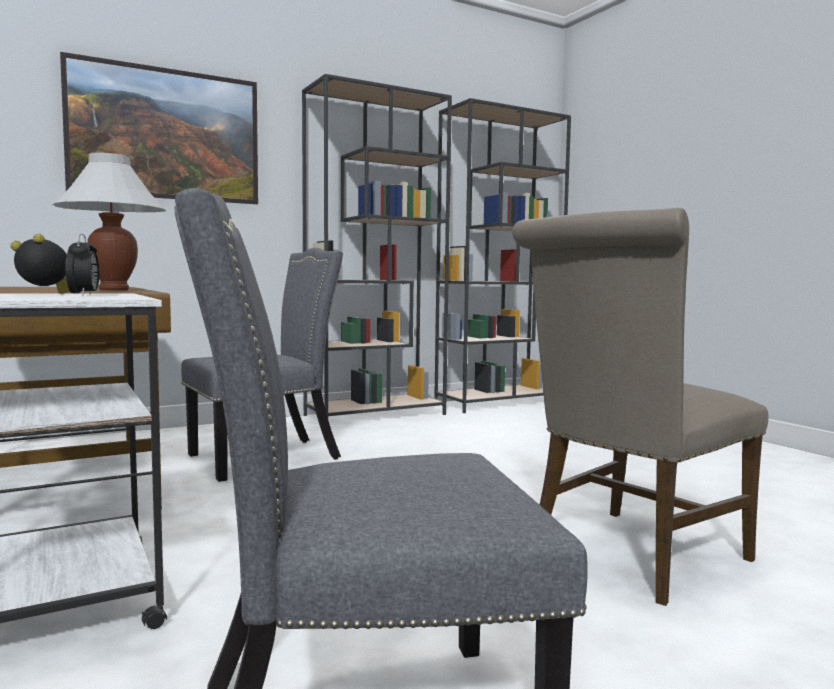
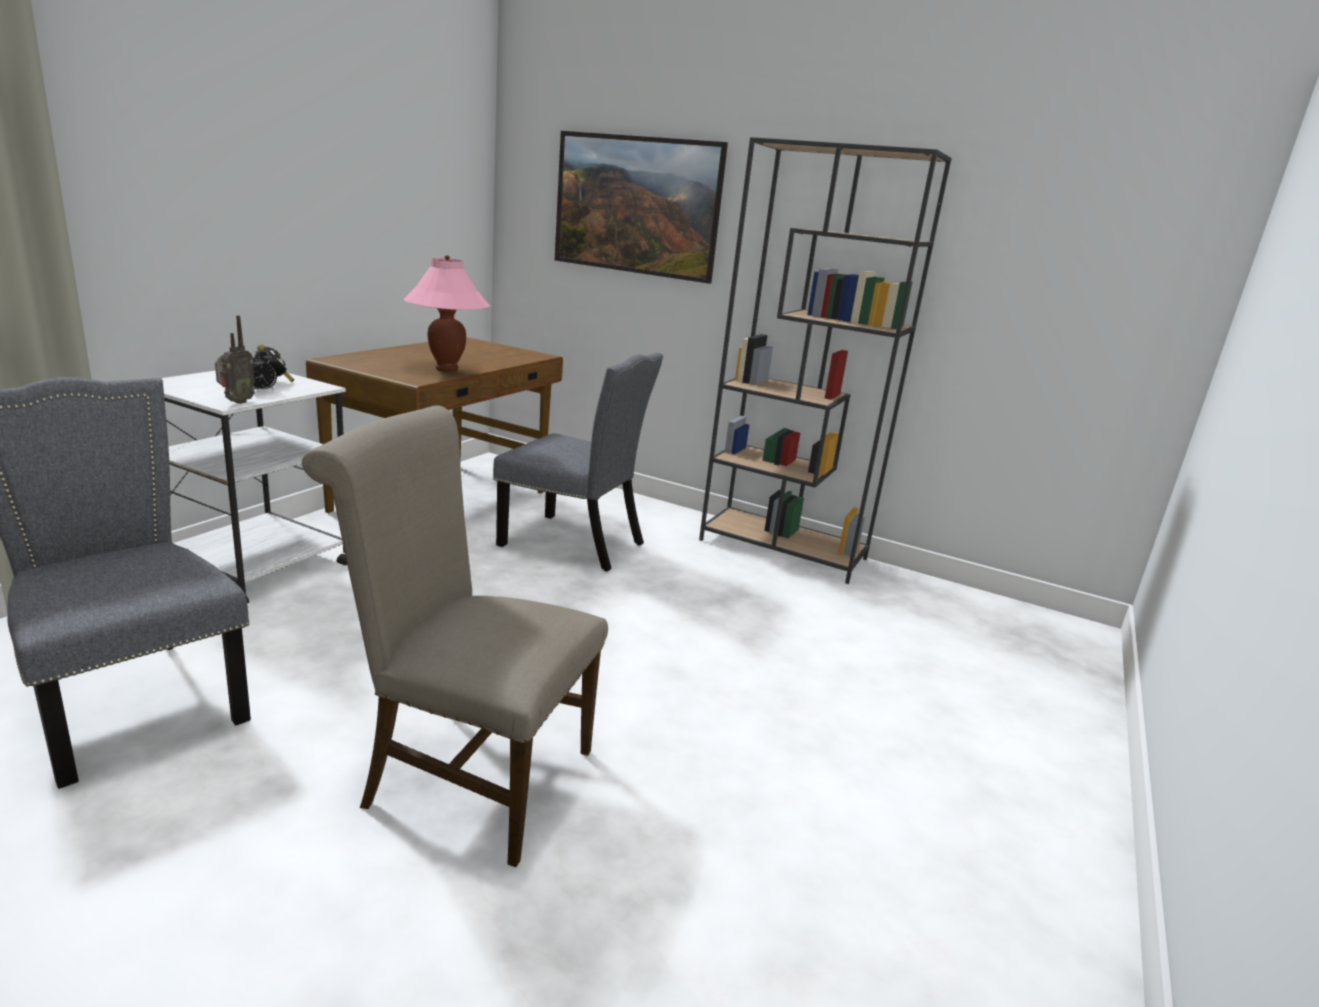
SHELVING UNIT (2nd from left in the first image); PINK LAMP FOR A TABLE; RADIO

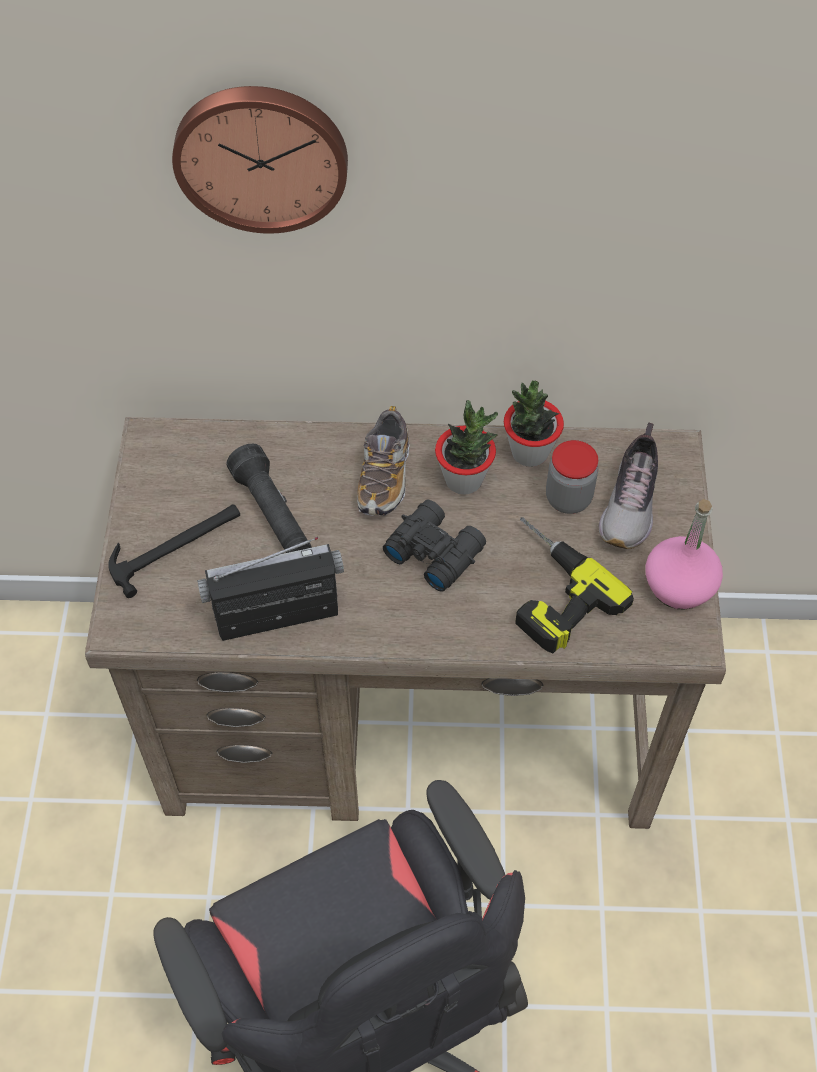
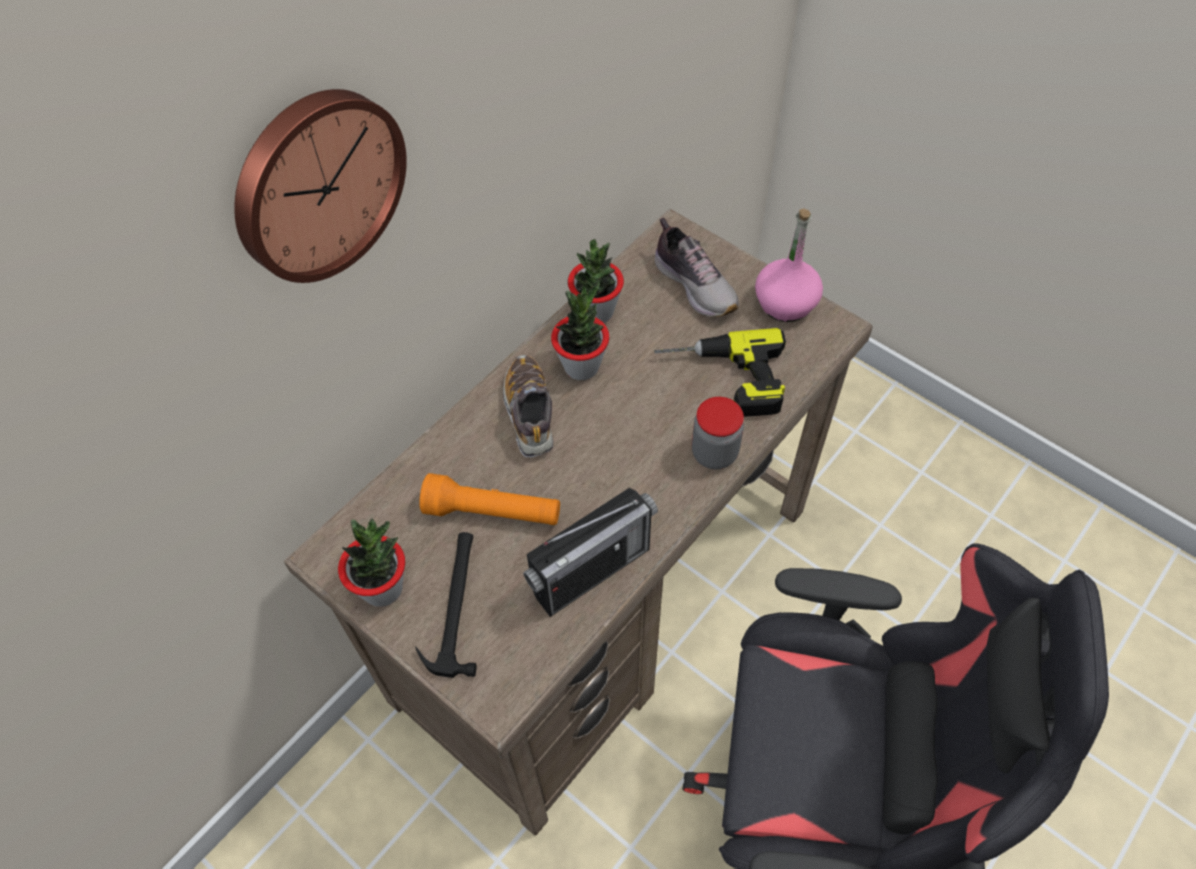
ITEM OF FOOTWEAR (1st from left); STORAGE JAR; ORANGE-COLOURED FLASHLIGHT; BLACKISH PAIR OF BINOCULARS; RADIO; PLANT IN A POT (1st from left)

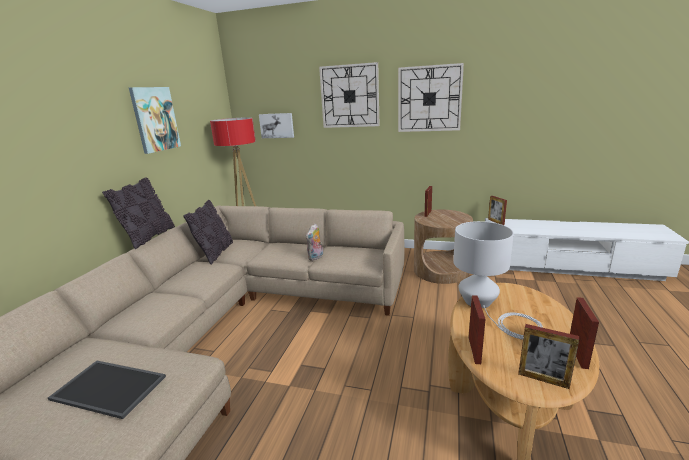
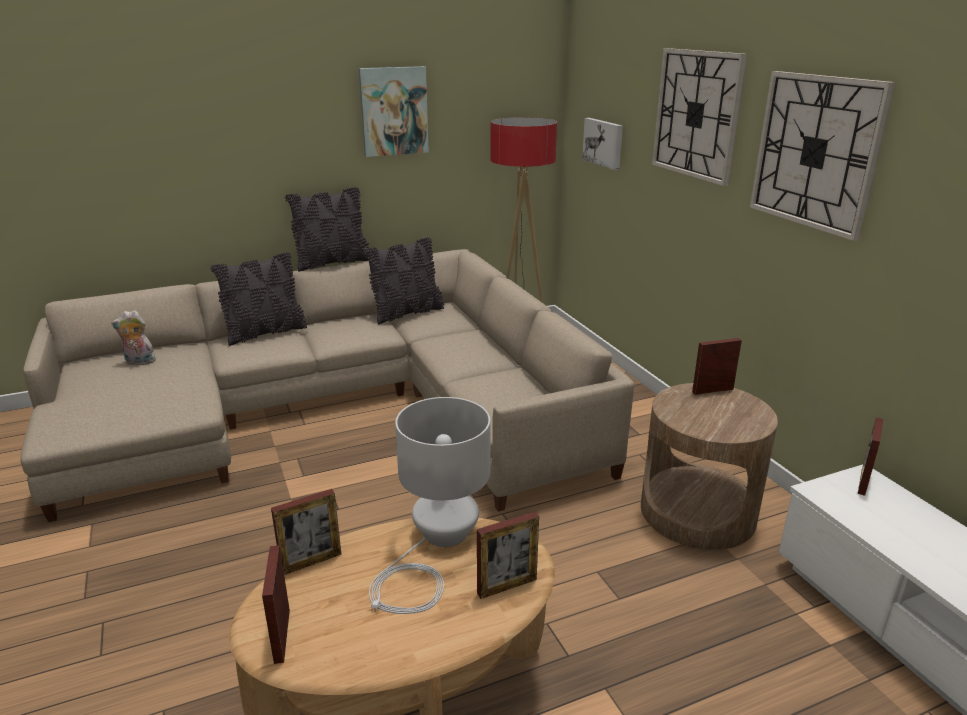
CUDDLY TOY; PICTURE FRAME (3rd from left); CARRYING TRAY; BLACKISH PILLOW (1st from left)

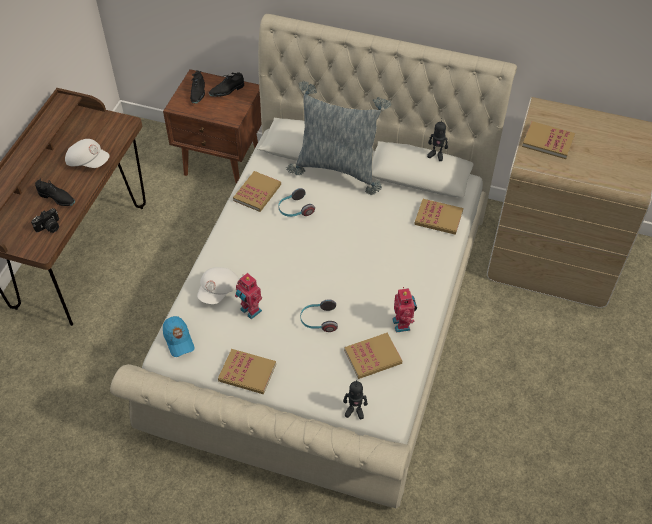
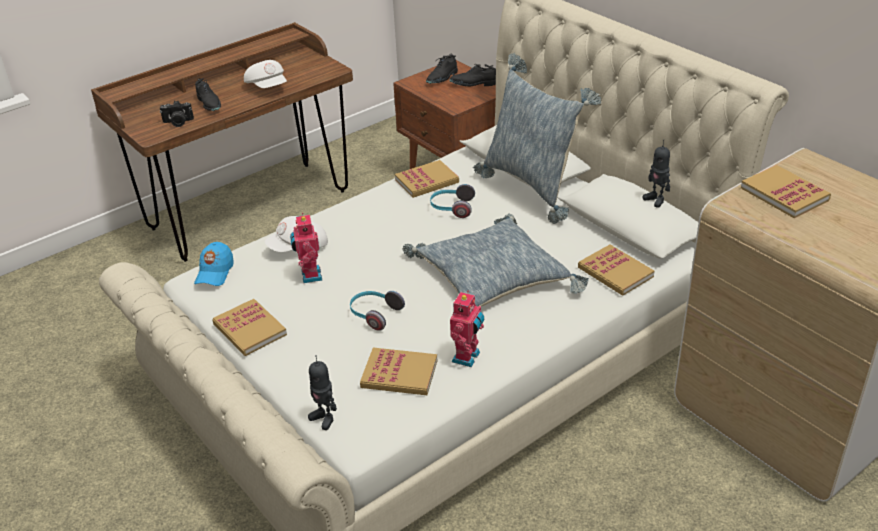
PILLOW (1st from left)

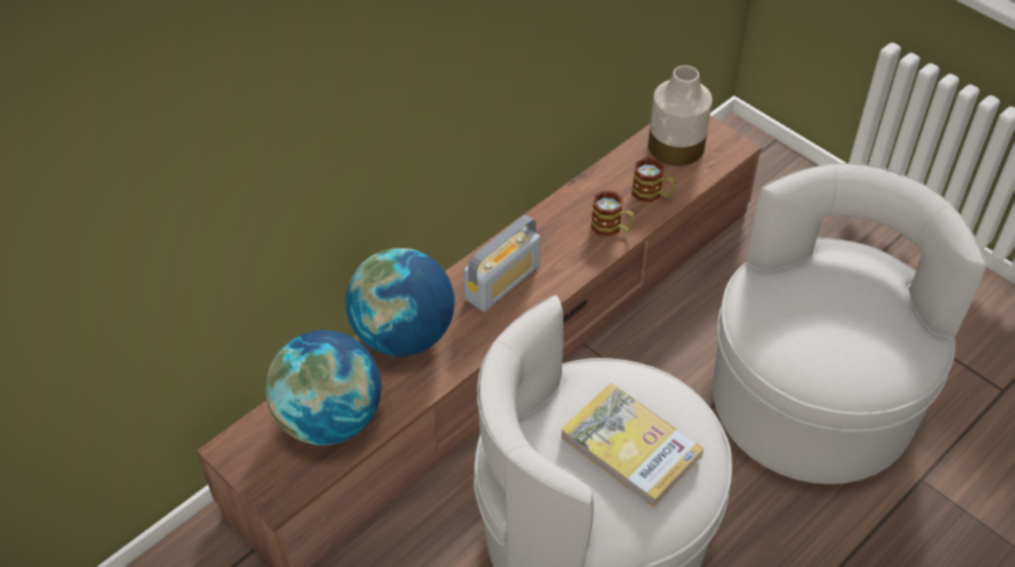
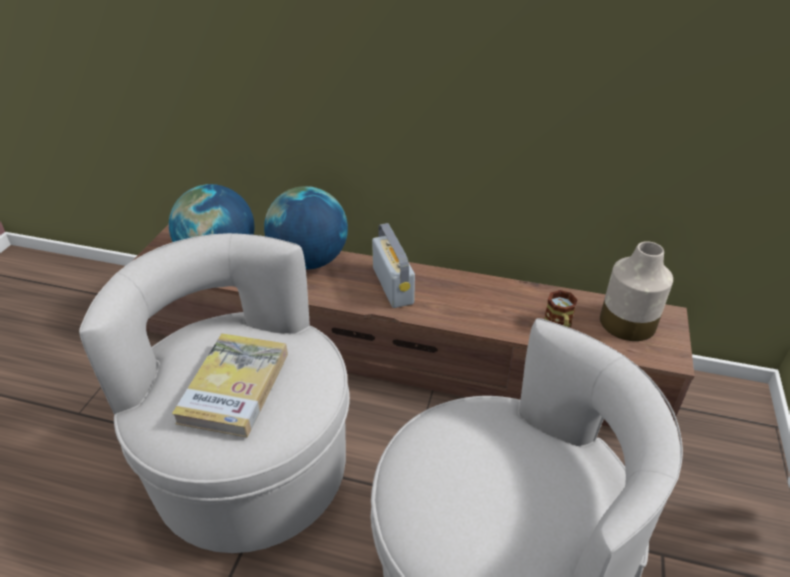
TEA MUG (1st from left in the first image); RADIO

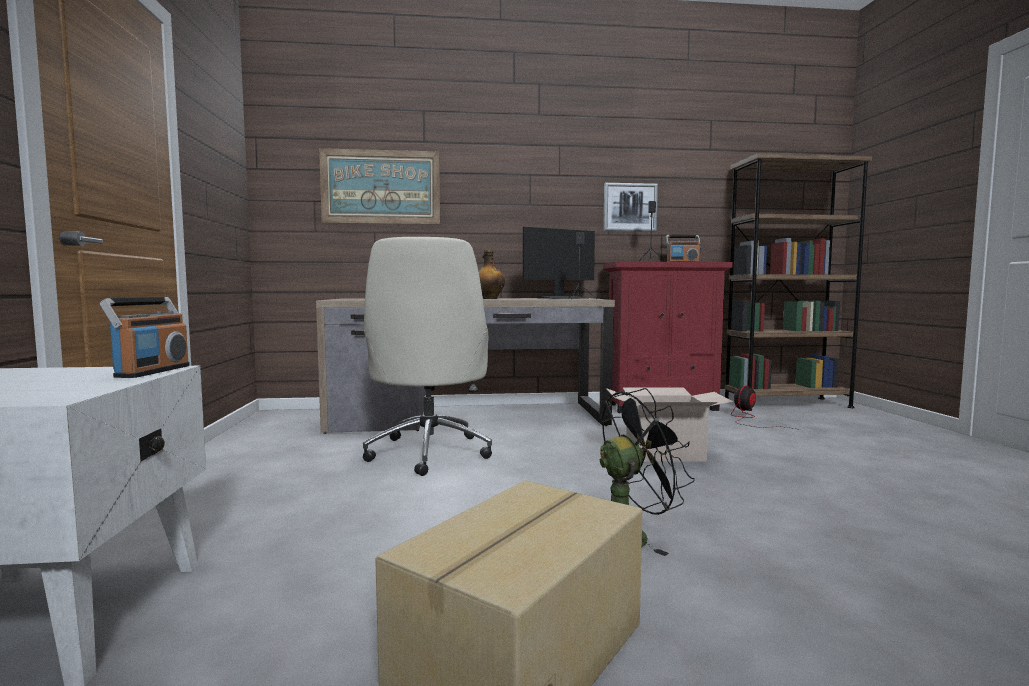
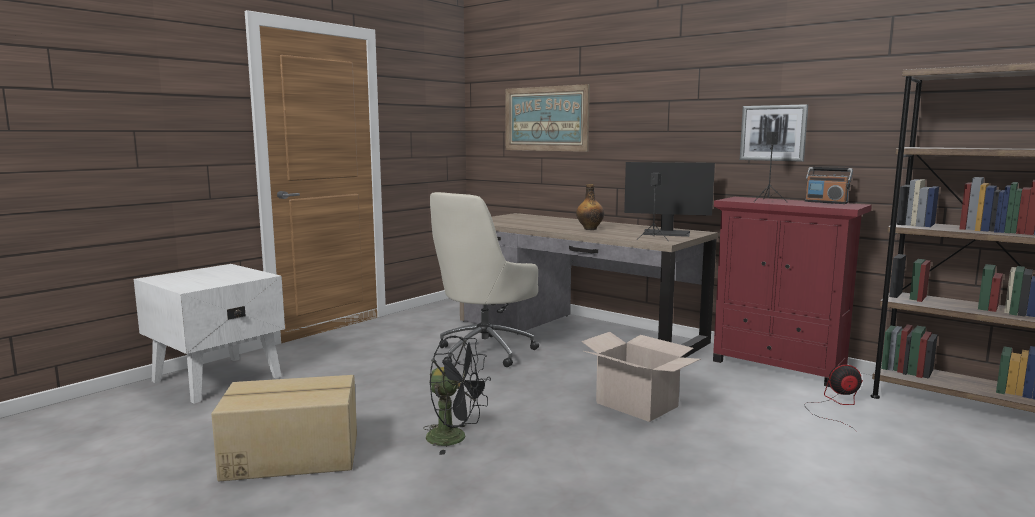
RADIO (1st from left in the first image)

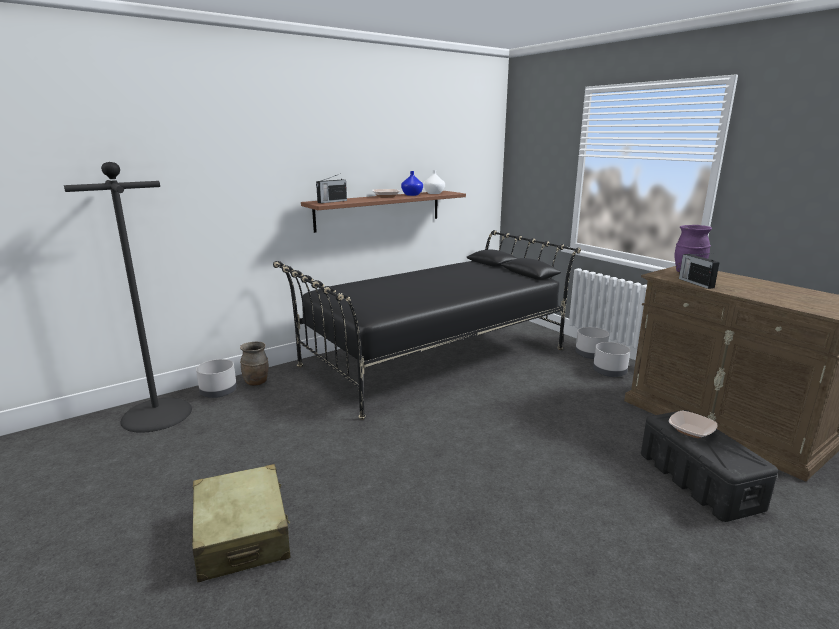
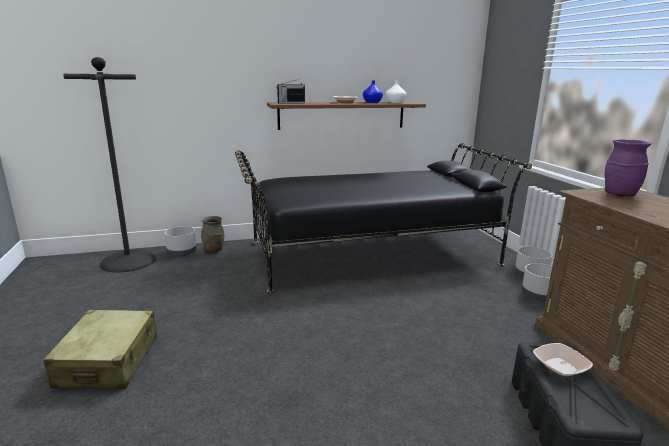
RADIO (2nd from left in the first image)

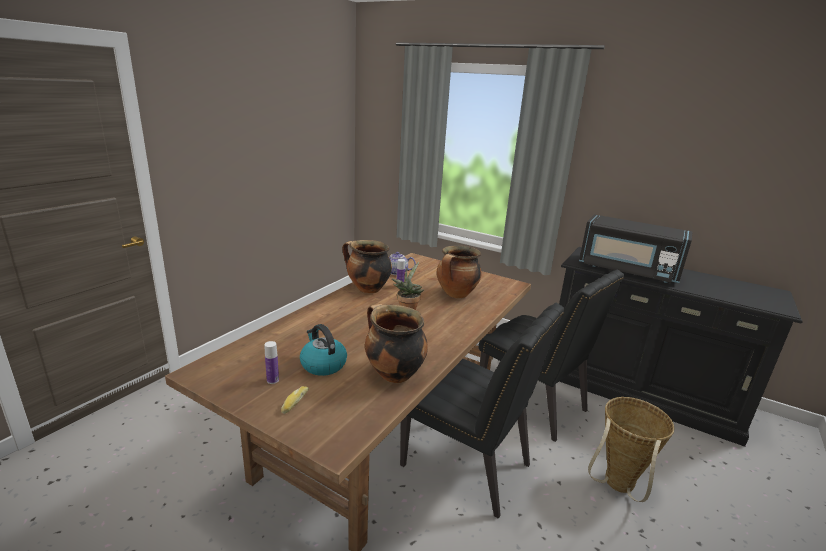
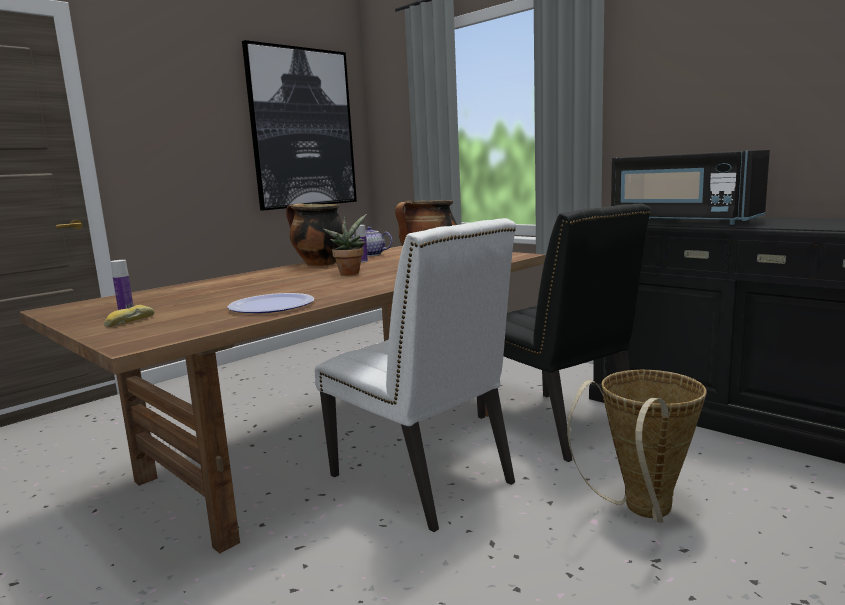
WHITISH UPRIGHT CHAIR; PLATE; TEA KETTLE; WALL PICTURE

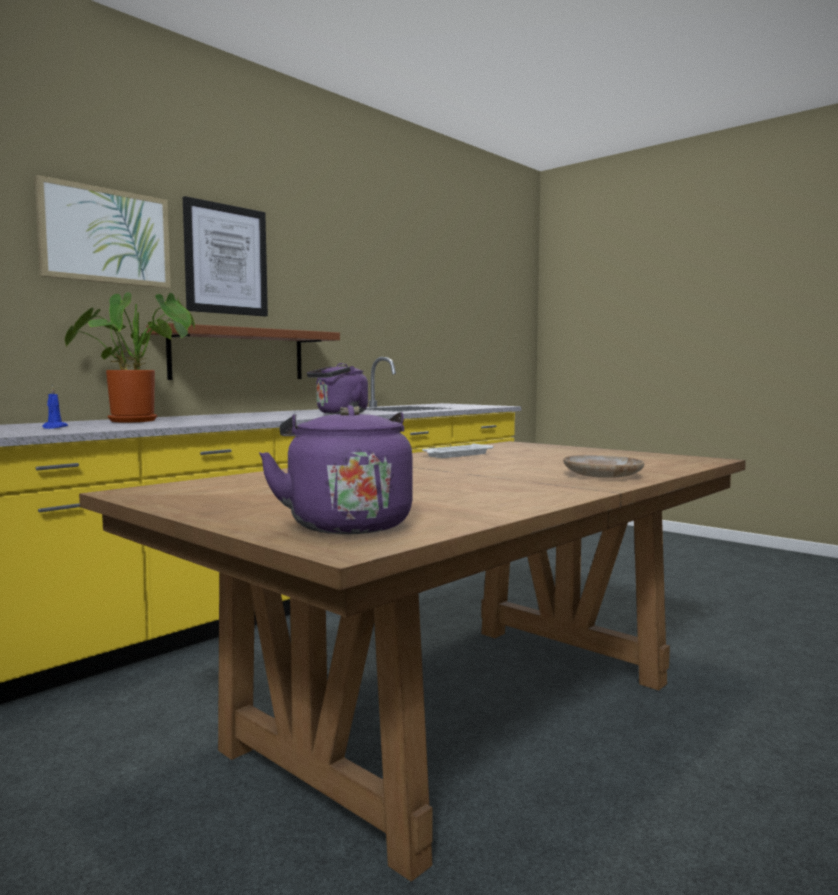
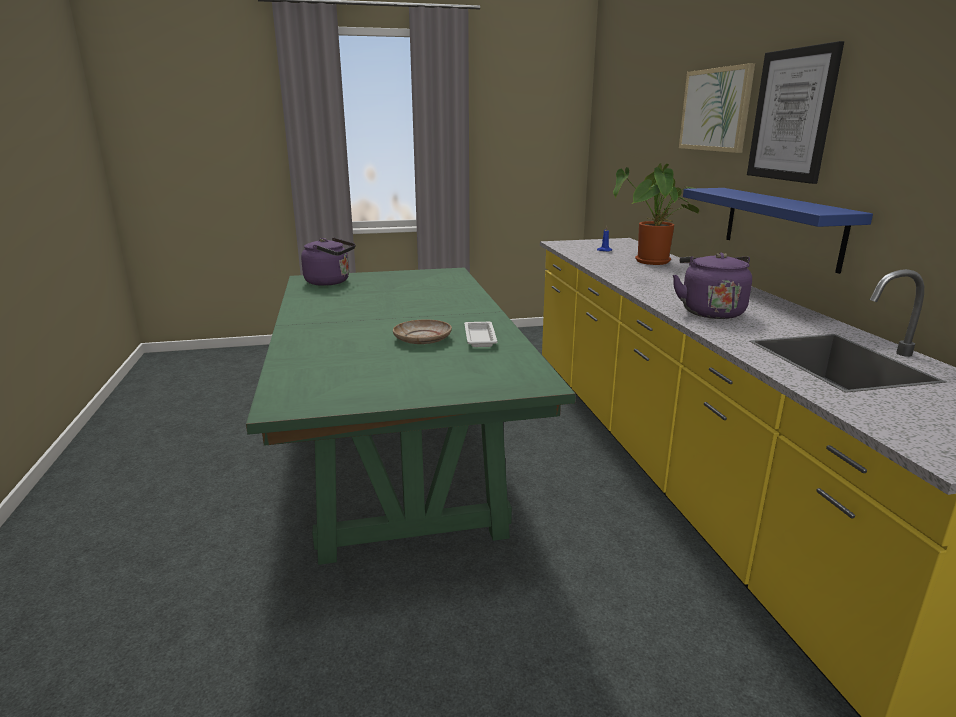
BLUISH SHELF; GREEN DINNER TABLE; BEIGE-COLOURED PLATE

